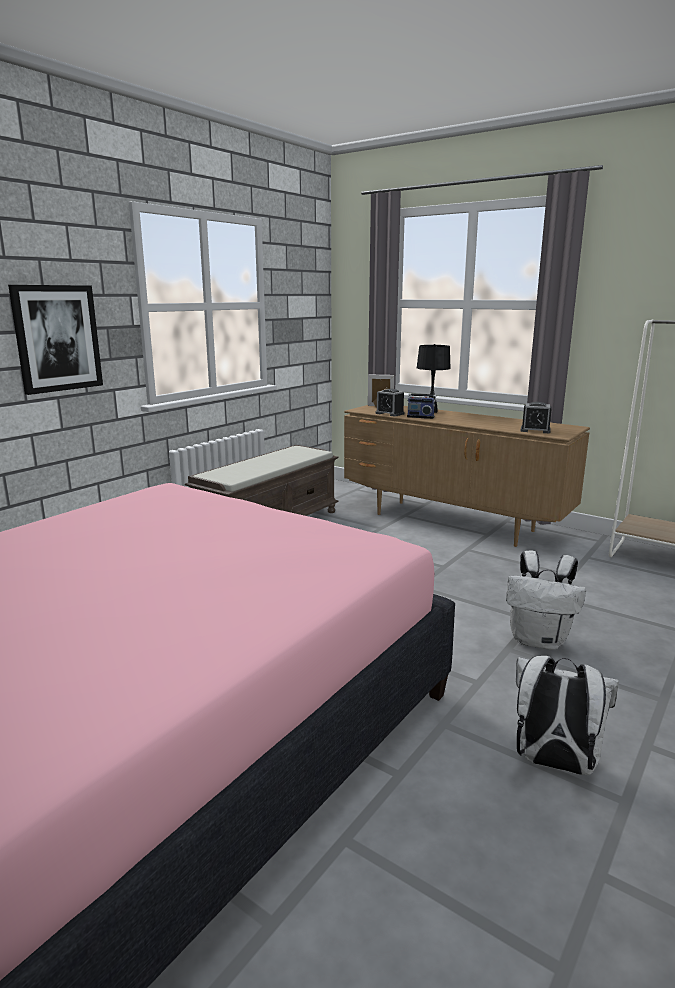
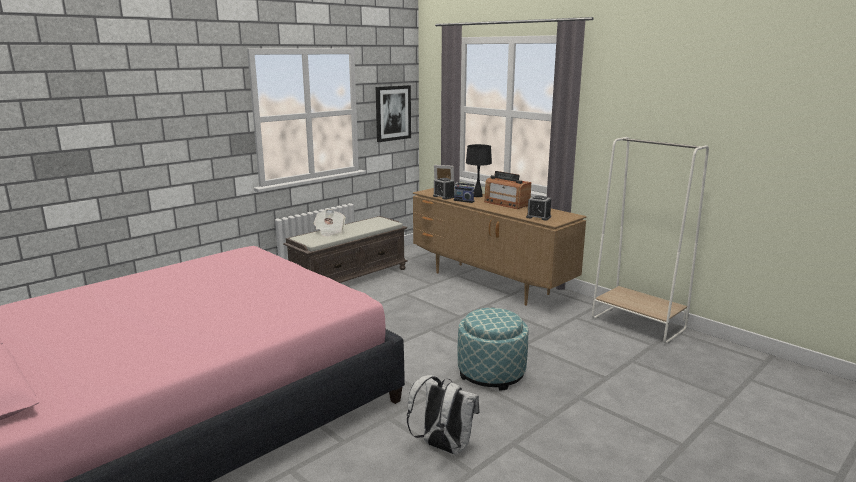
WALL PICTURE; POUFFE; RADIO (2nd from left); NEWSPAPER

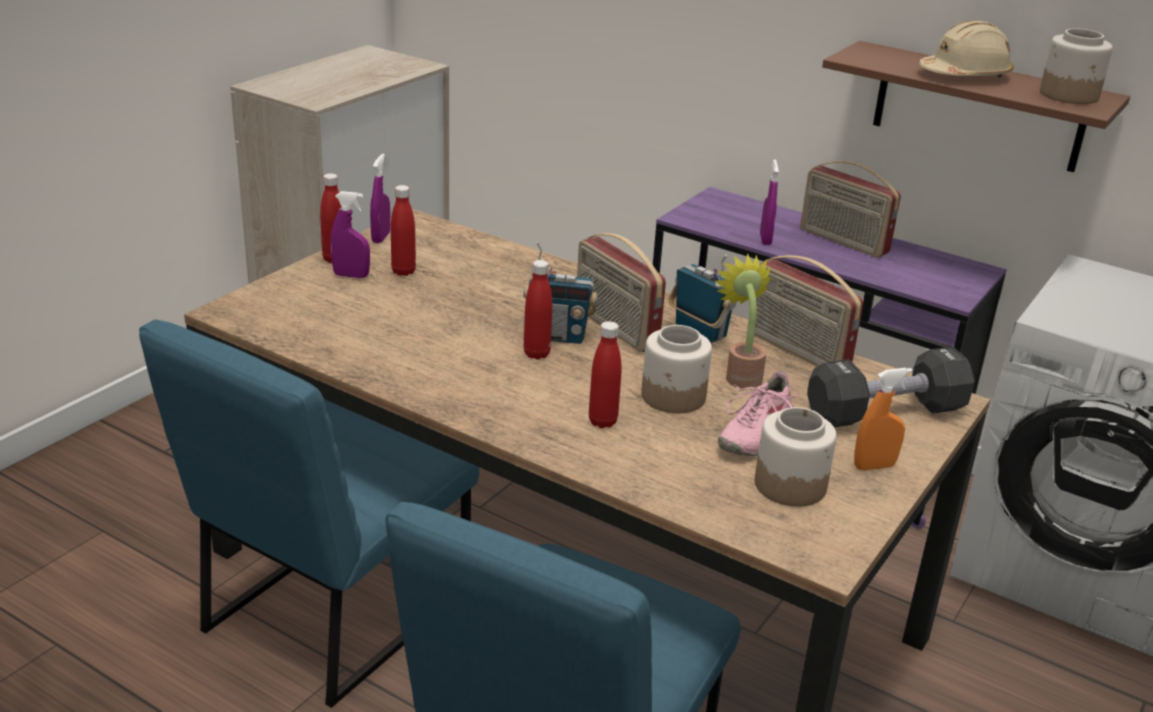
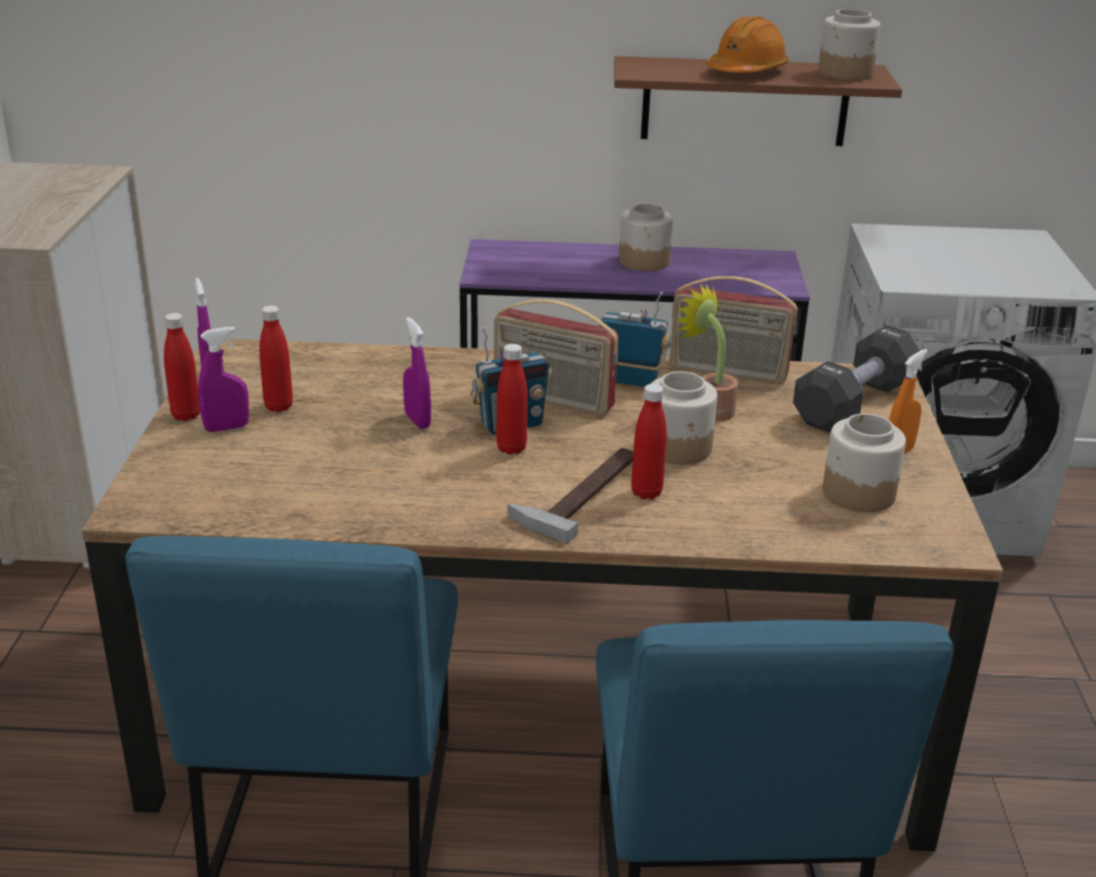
ORANGE-COLOURED SAFETY HELMET; PURPLE-COLOURED HAND SPRAYER (3rd from left); STORAGE JAR (1st from left); PINK ITEM OF FOOTWEAR; HAND HAMMER

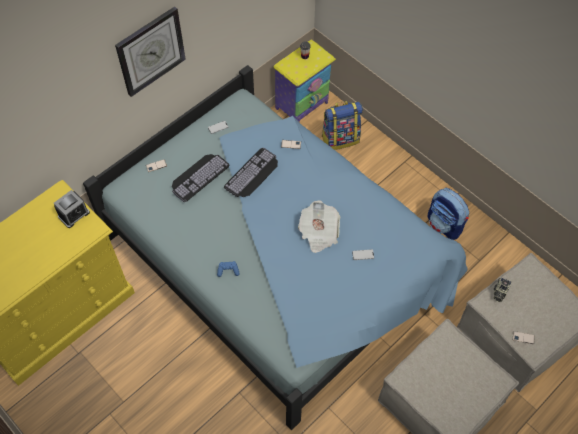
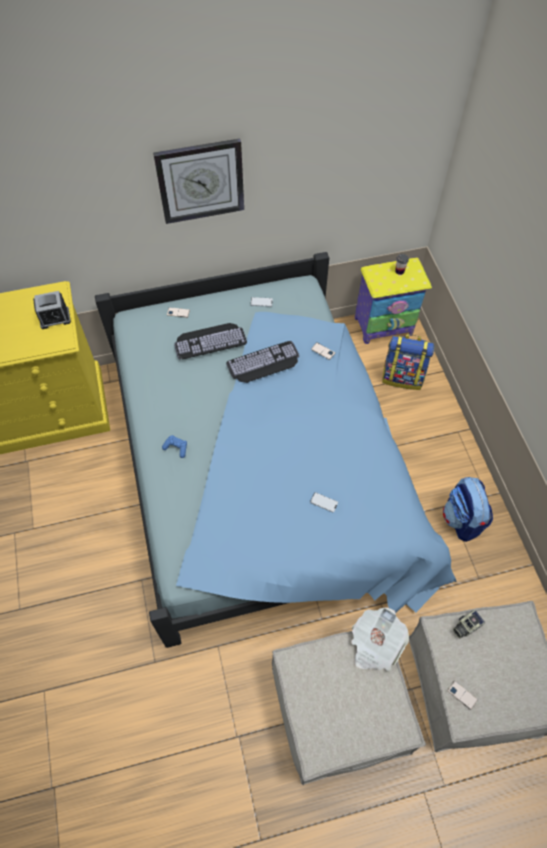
NEWSPAPER

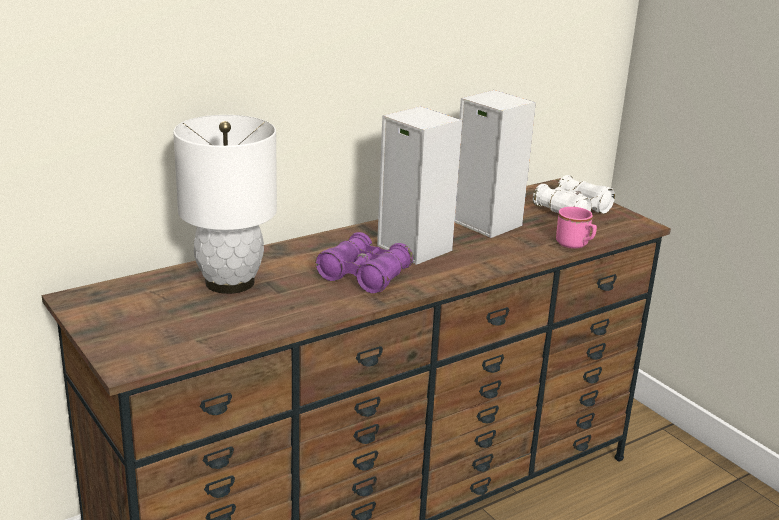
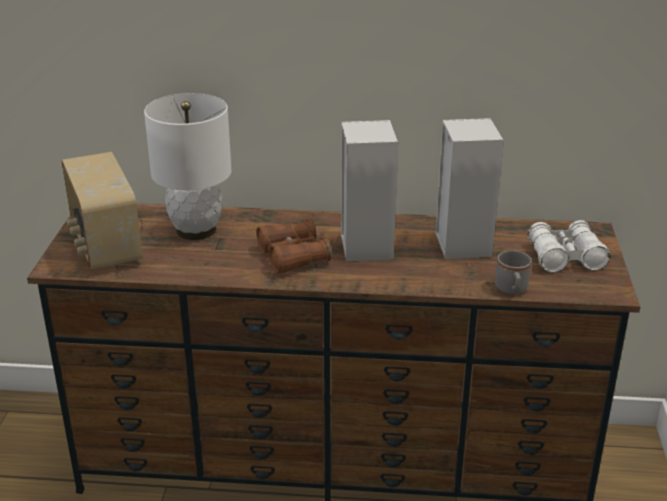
GREYISH TEA MUG; BROWN-COLOURED PAIR OF BINOCULARS; RADIO

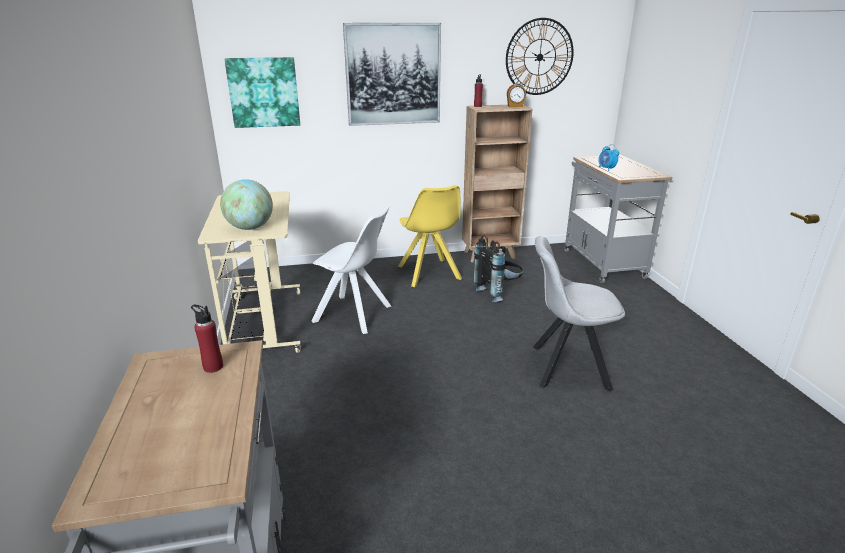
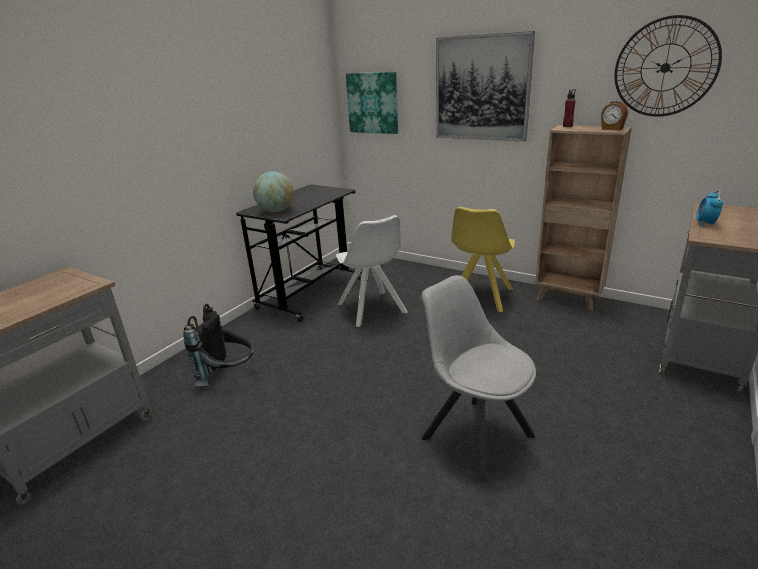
BLACKISH DESK UNIT; BLACKISH KNAPSACK; RED BEVERAGE BOTTLE (1st from left in the first image)

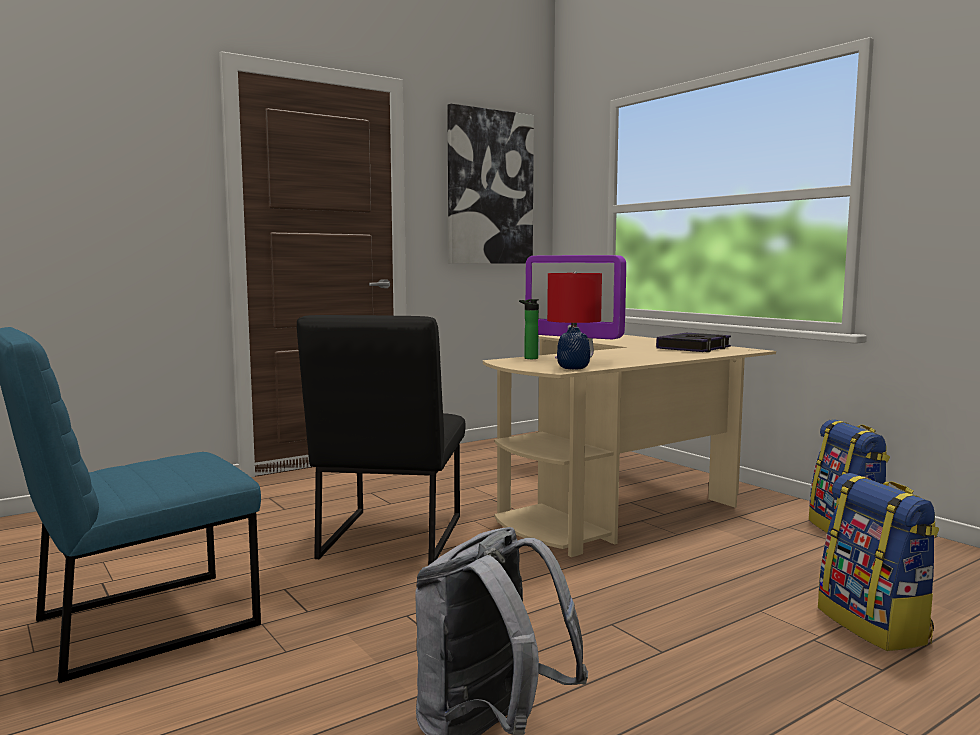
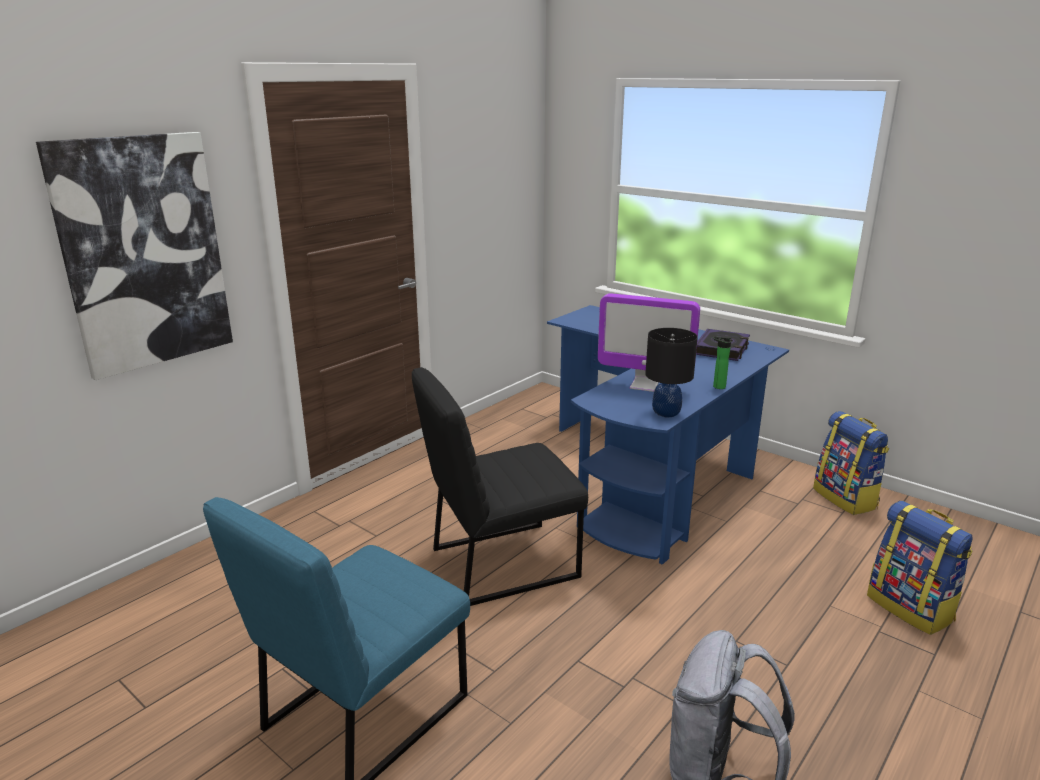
WALL PICTURE; BLACKISH LAMP FOR A TABLE; BEVERAGE BOTTLE; BLACKISH UPRIGHT CHAIR; BLUISH DESK UNIT

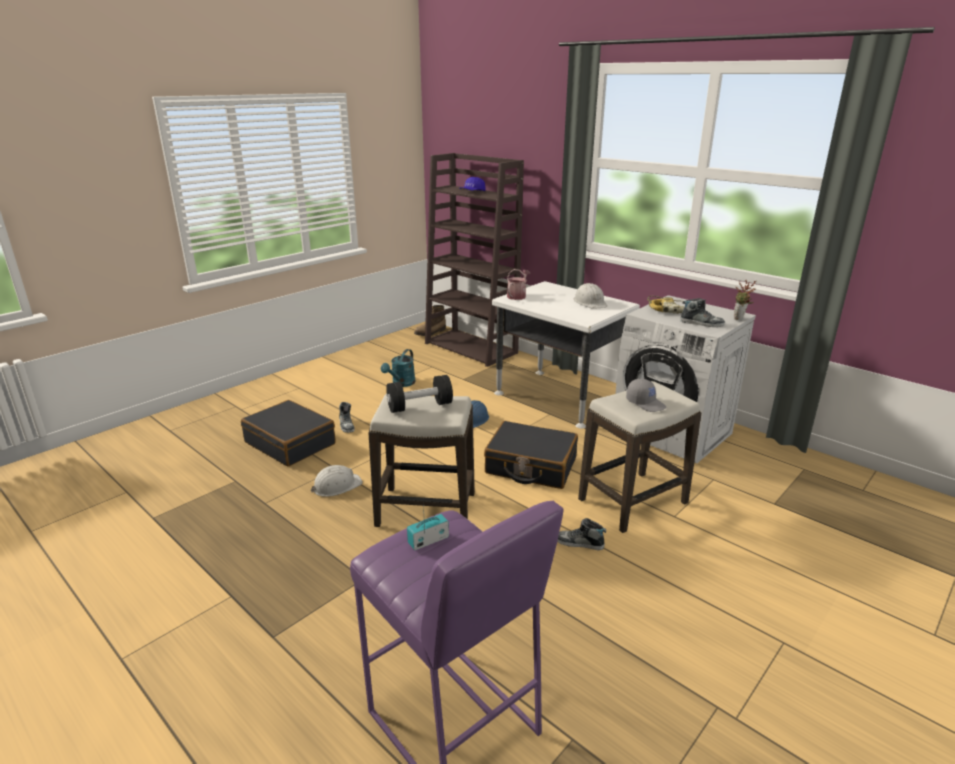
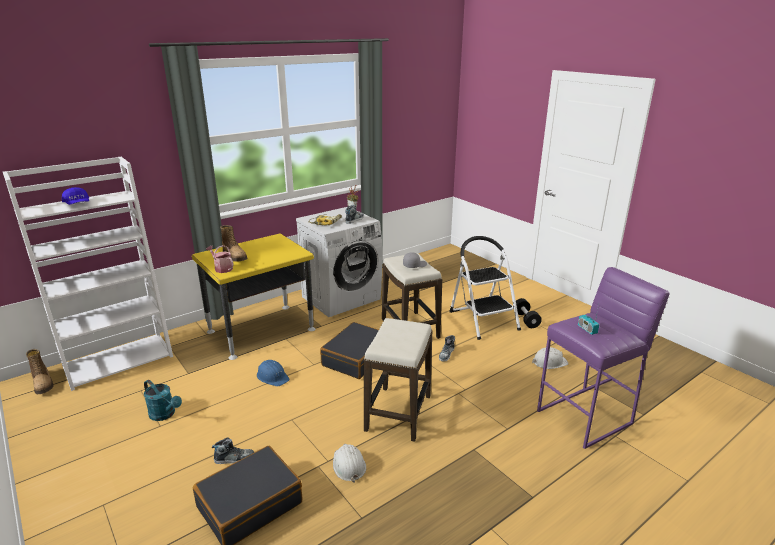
WHITISH SHELVING UNIT; YELLOW-COLOURED DESK UNIT; WHITISH SAFETY HELMET (2nd from left); BLACKISH DUMBBELL; TALL BOOT (2nd from left); STEPLADDER

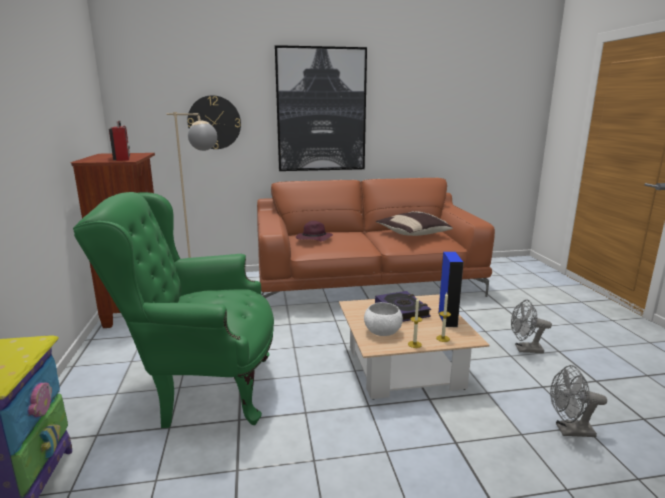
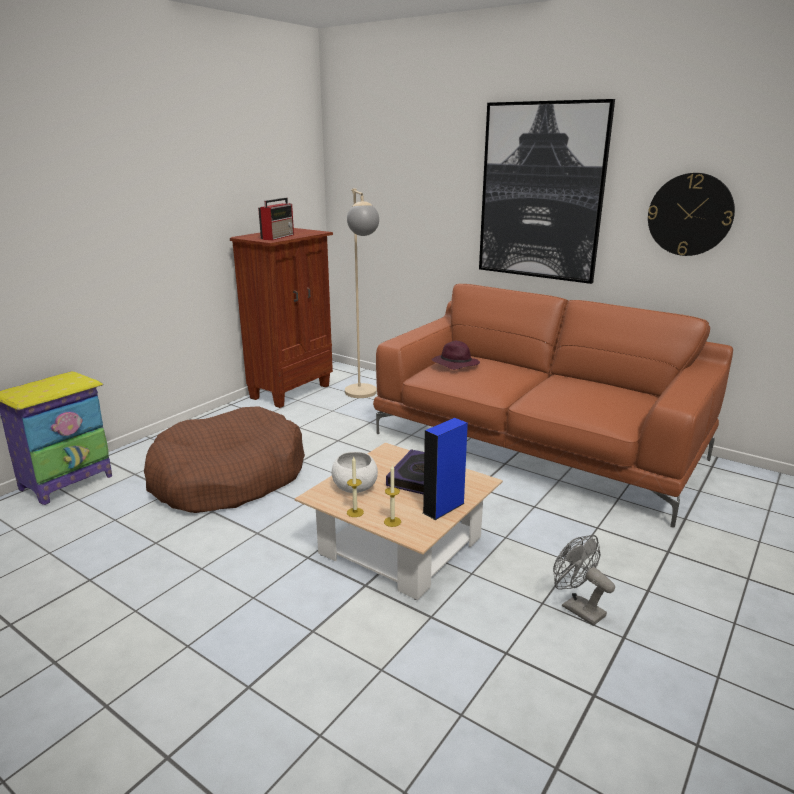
WALL CLOCK; BROWN-COLOURED PET BED; PILLOW; GREYISH ELECTRIC FAN (2nd from left in the first image)

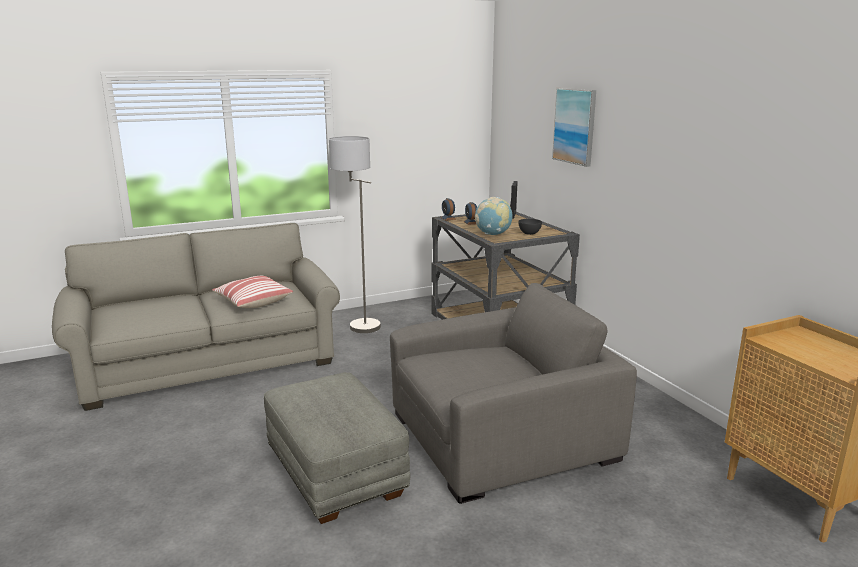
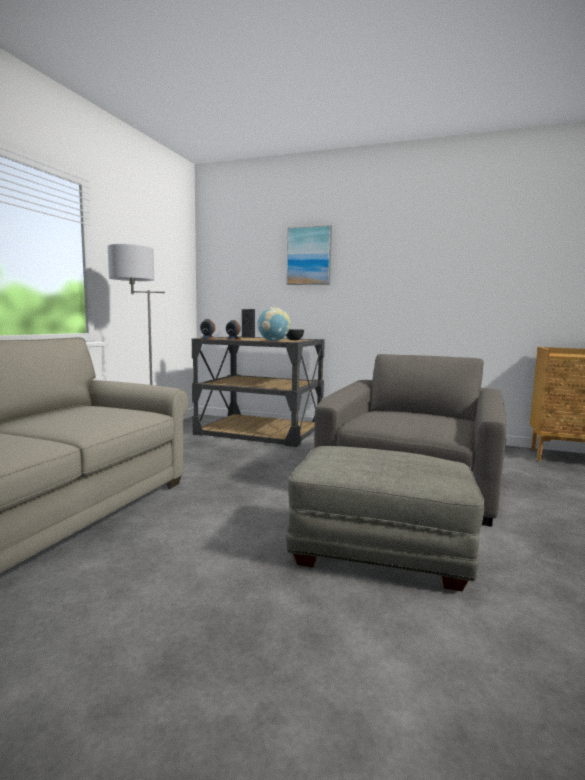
PILLOW

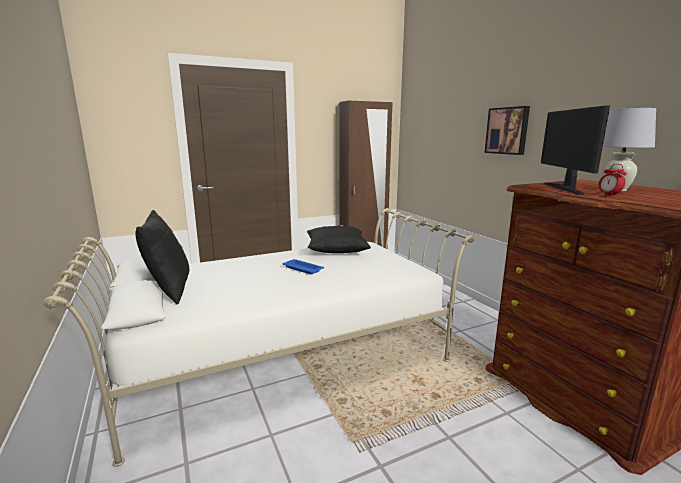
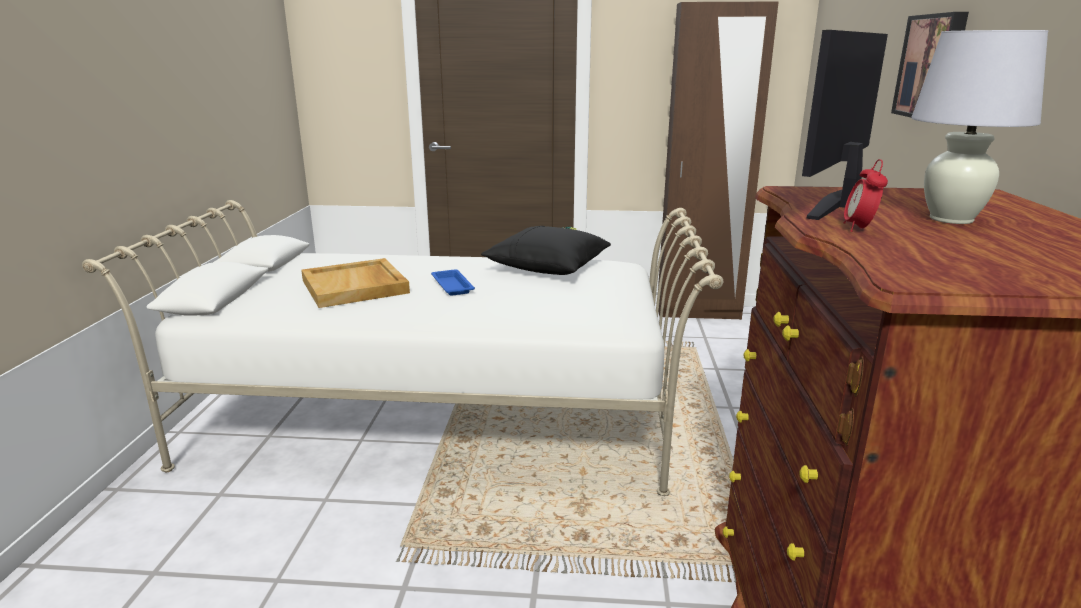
BLACKISH PILLOW (1st from left in the first image); BEIGE-COLOURED CARRYING TRAY

